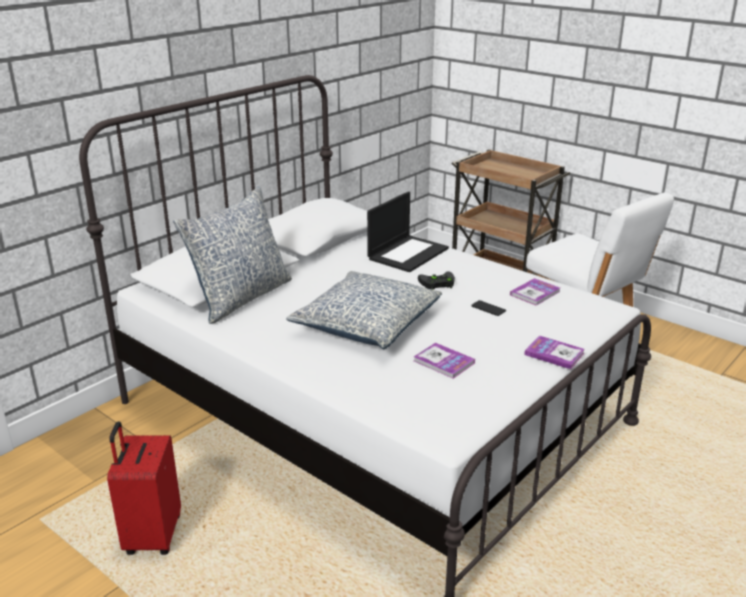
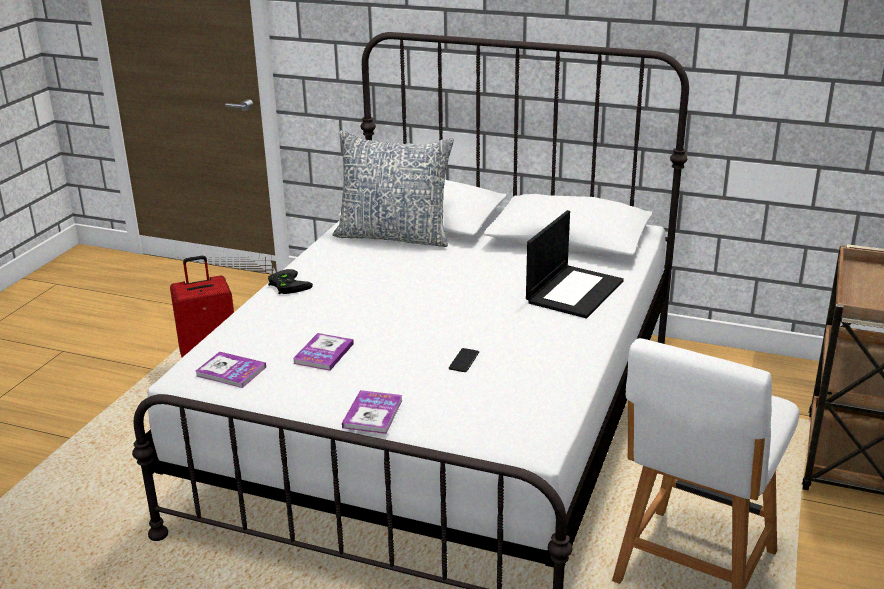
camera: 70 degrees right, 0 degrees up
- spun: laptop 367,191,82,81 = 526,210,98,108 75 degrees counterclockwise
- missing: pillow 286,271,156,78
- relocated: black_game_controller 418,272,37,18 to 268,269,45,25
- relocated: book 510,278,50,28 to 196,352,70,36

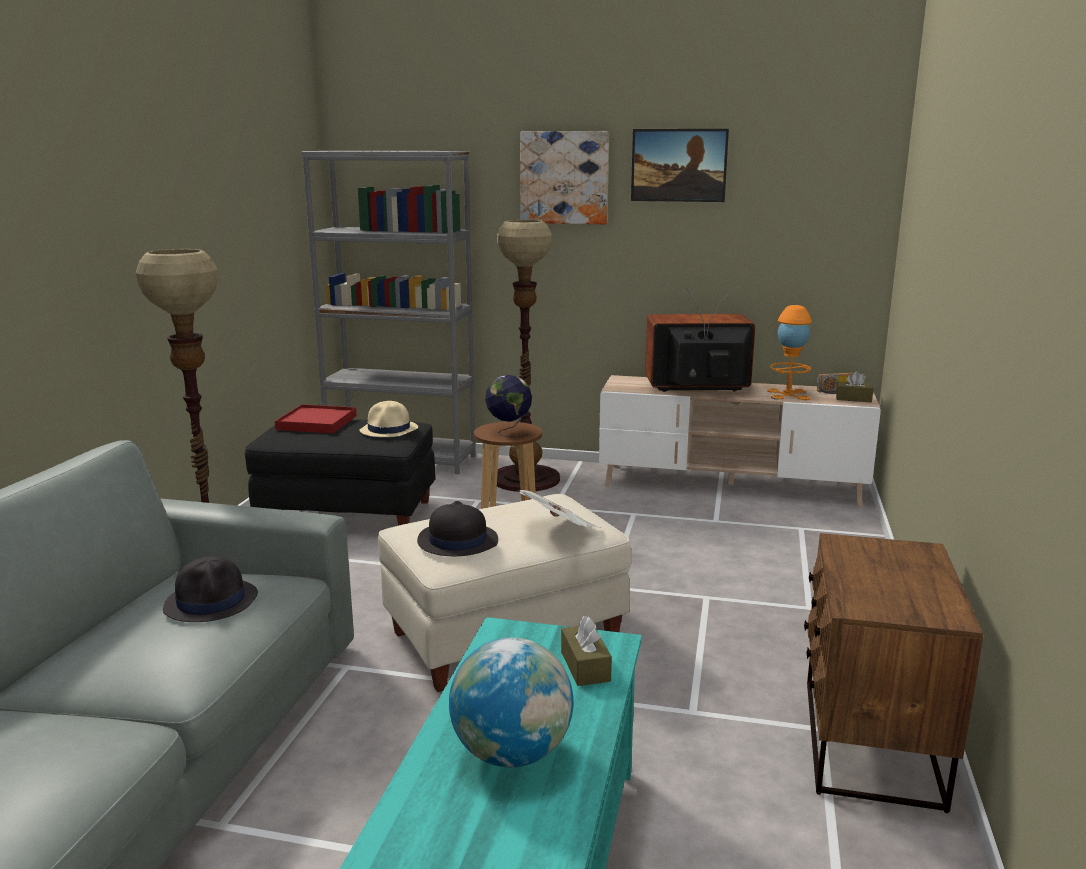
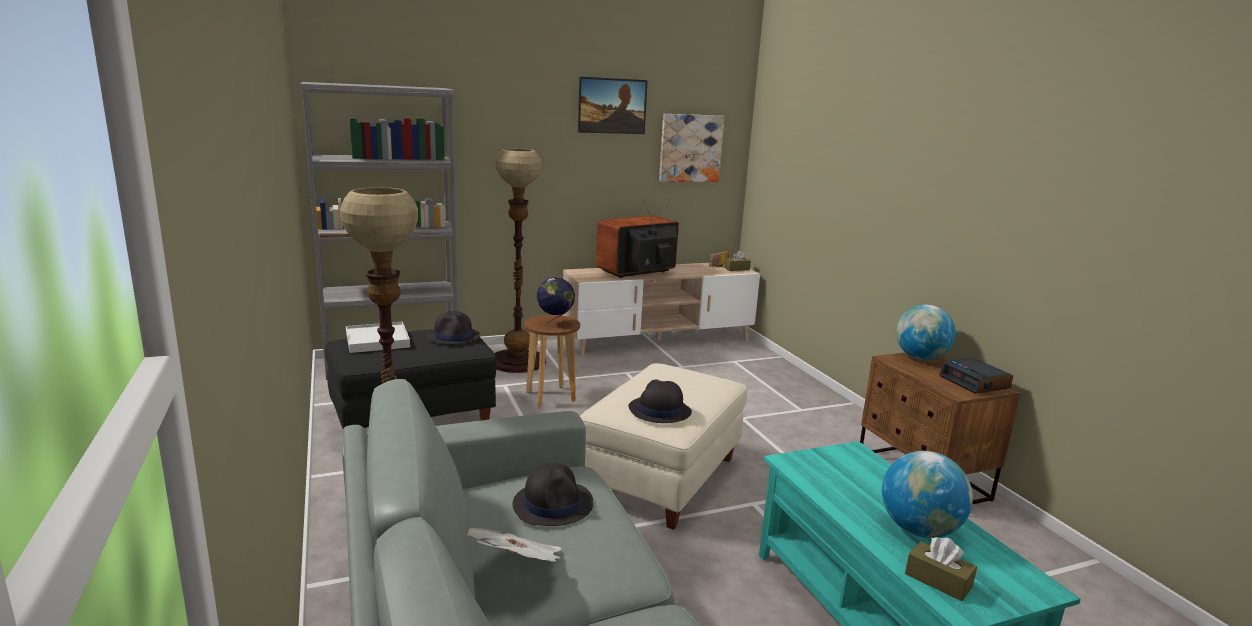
camera: 35 degrees left, 0 degrees up
- relocated: picture 520,131,89,94 to 659,114,65,68
- missing: orange_table_lamp 767,305,45,95
- colour: beige_hat 360,401,58,36 to black_hat 427,311,53,33
- colour: red_tray 275,404,82,29 to white_tray 346,322,64,31
- relocated: newspaper 518,490,84,38 to 467,528,95,34
- relocated: brown_tissue_box 561,616,51,70 to 905,537,72,64
- appeared: globe 896,305,59,55
- appeared: alarm_clock 939,358,74,36

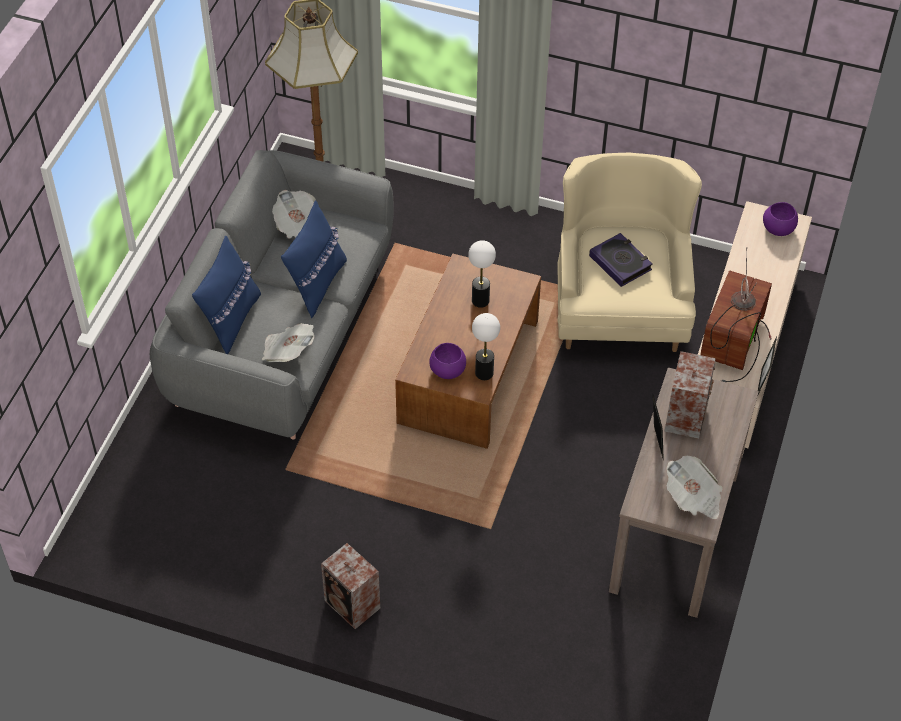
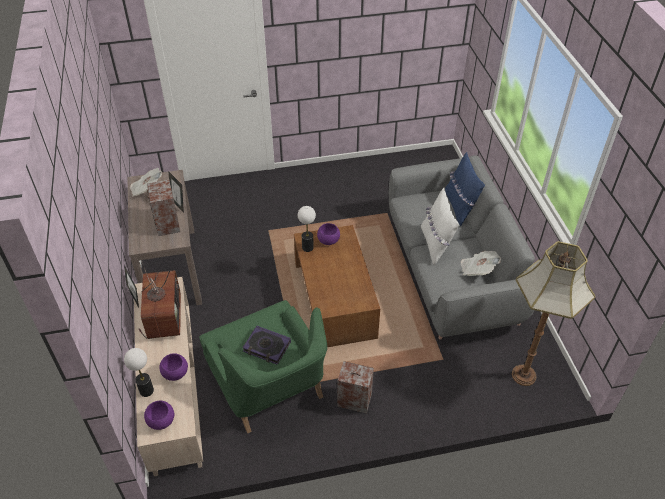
camera: 150 degrees right, 5 degrees down
- colour: beige_armchair 557,153,145,199 to green_armchair 199,300,128,133
- colour: blue_pillow 281,201,66,117 to white_pillow 421,188,38,78
- relocated: table_lamp 468,240,28,68 to 124,348,30,49
- missing: newspaper 262,323,52,39
- relocated: speaker 321,543,59,86 to 337,361,37,52
- appeared: purple_bowl 159,353,29,28

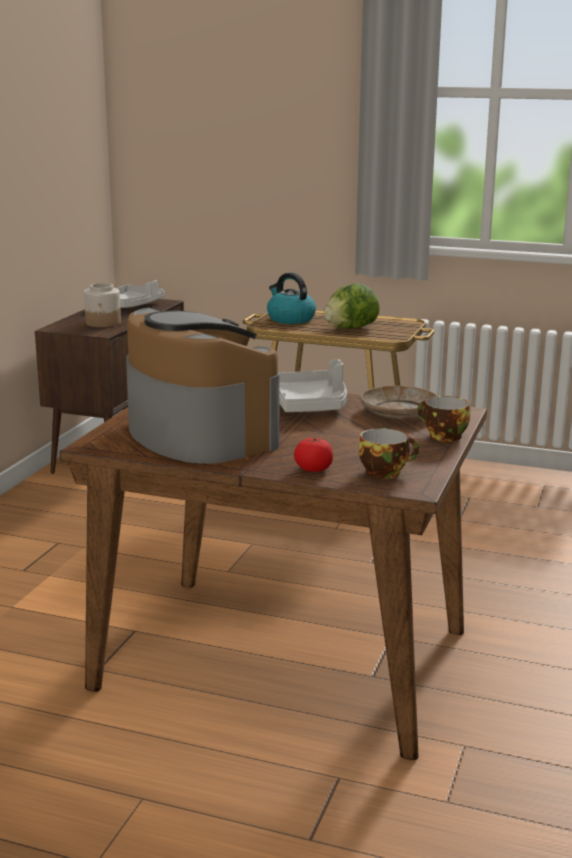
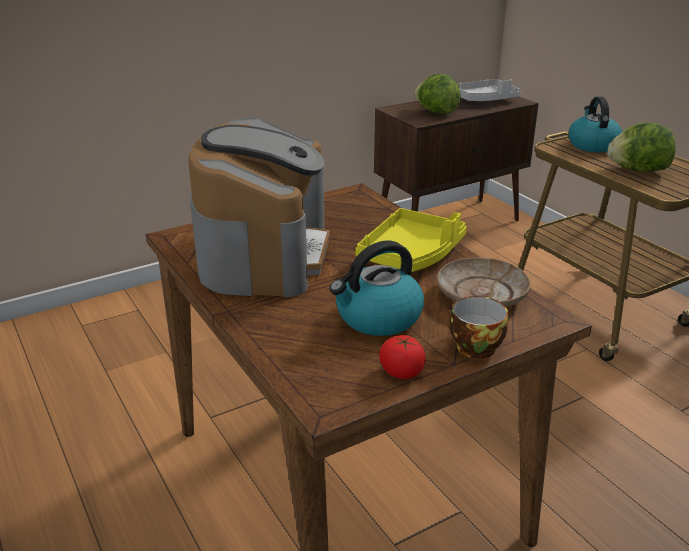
camera: 40 degrees right, 10 degrees up
- exchanged: jar 84,283,37,44 to lettuce 414,74,47,40
- colour: grey_tray 279,359,68,53 to yellow_tray 355,208,112,64
- missing: cup 359,428,60,51
- relocated: tomato 294,438,39,34 to 379,335,47,44
- appeared: kettle 330,241,94,95

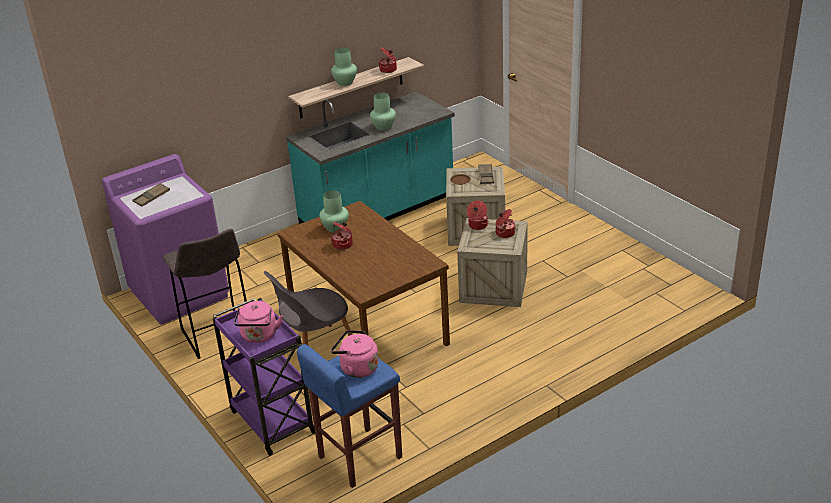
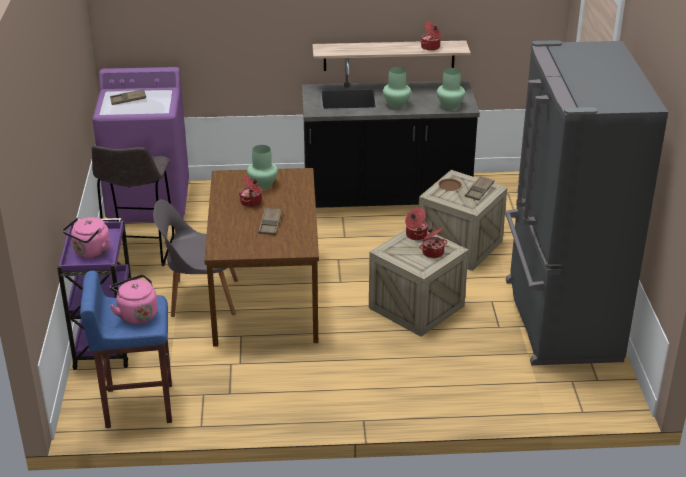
camera: 30 degrees right, 0 degrees up
- relocated: green_vase 331,48,26,38 to 437,68,28,41
- colour: turquoise_counter 286,92,169,132 to black_counter 302,58,178,150
- appeared: grey_fridge 505,40,163,325
- appeared: brown_tray 258,207,24,28

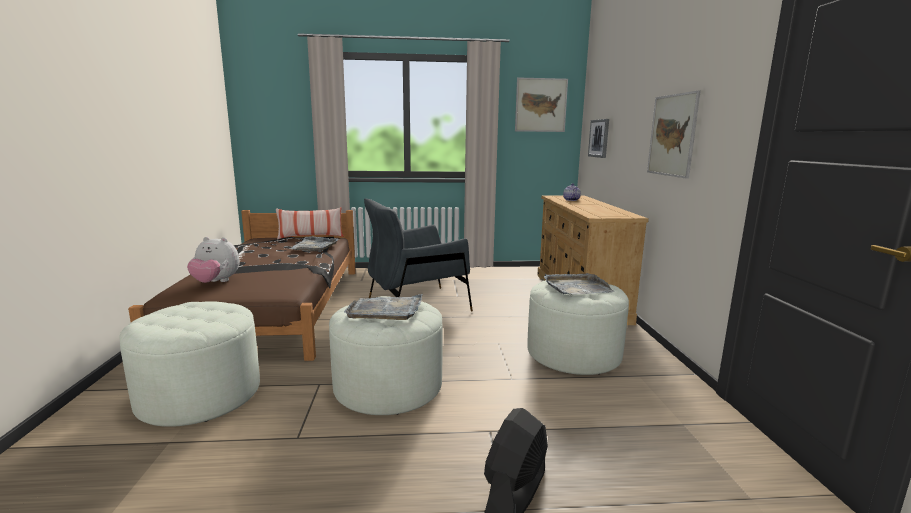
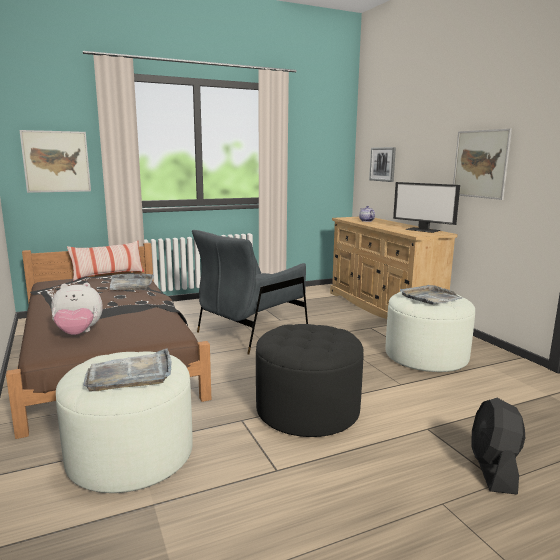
camera: 20 degrees left, 0 degrees up
- relocated: picture 515,77,53,55 to 20,130,71,63
- relocated: grey_tray 344,294,79,26 to 84,349,88,42
- colour: white_ottoman 329,296,114,119 to black_ottoman 256,324,108,113
- appeared: monitor 393,182,67,51

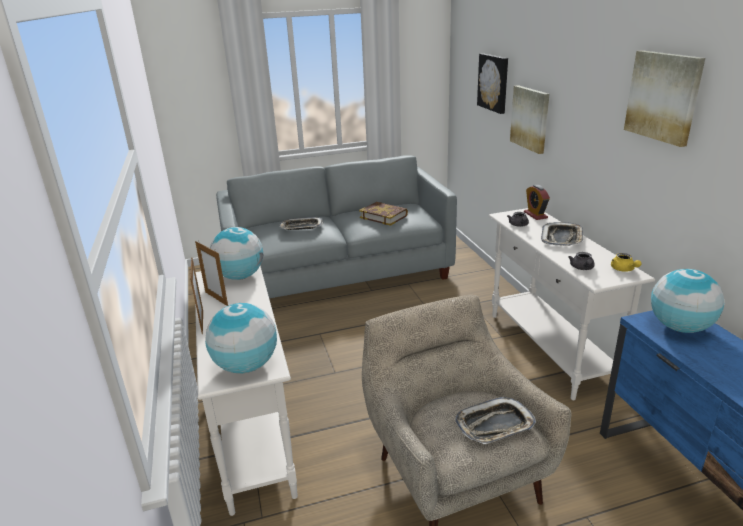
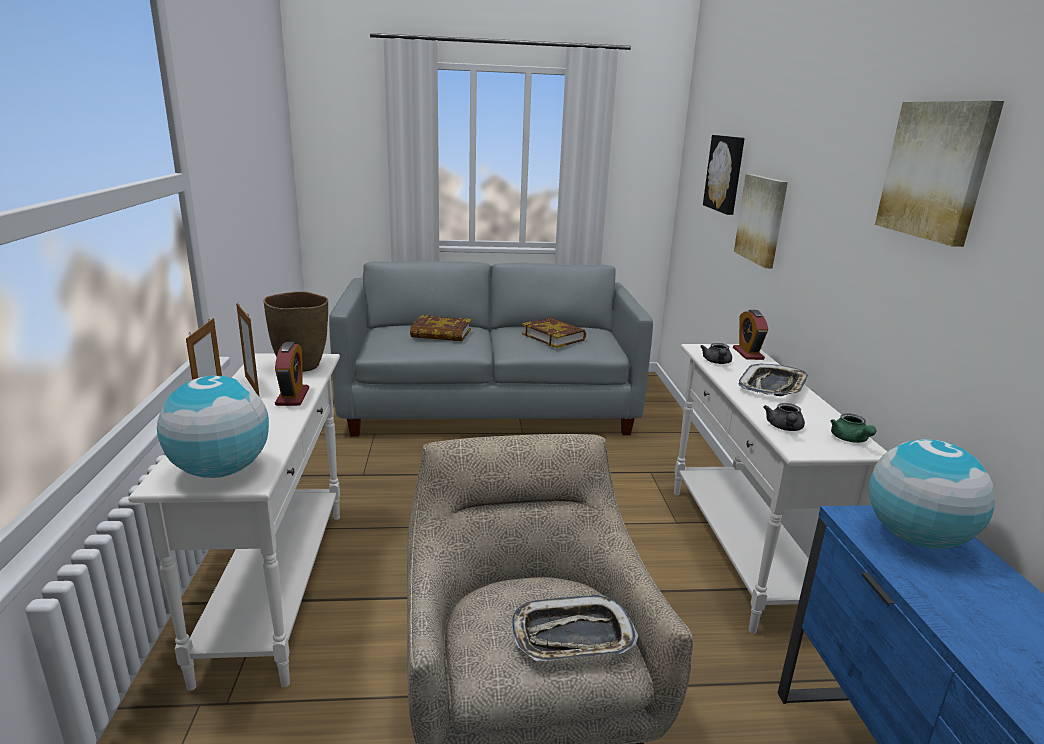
camera: 10 degrees right, 5 degrees down
- exchanged: tray 280,217,43,13 to book 410,315,61,26
- exchanged: globe 210,227,53,53 to brown_vase 263,291,65,81
- colour: yellow_teapot 611,253,31,19 to green_teapot 830,413,47,30
- appeared: alarm_clock 275,342,34,64

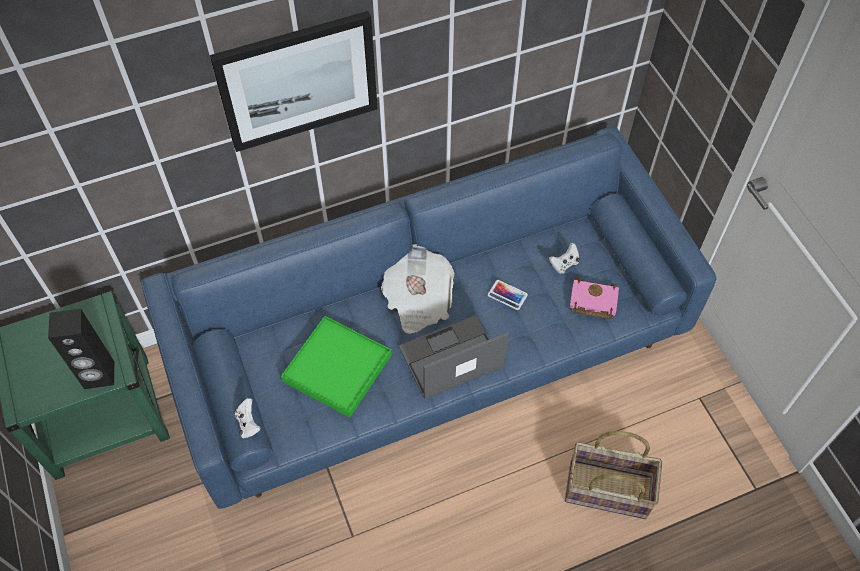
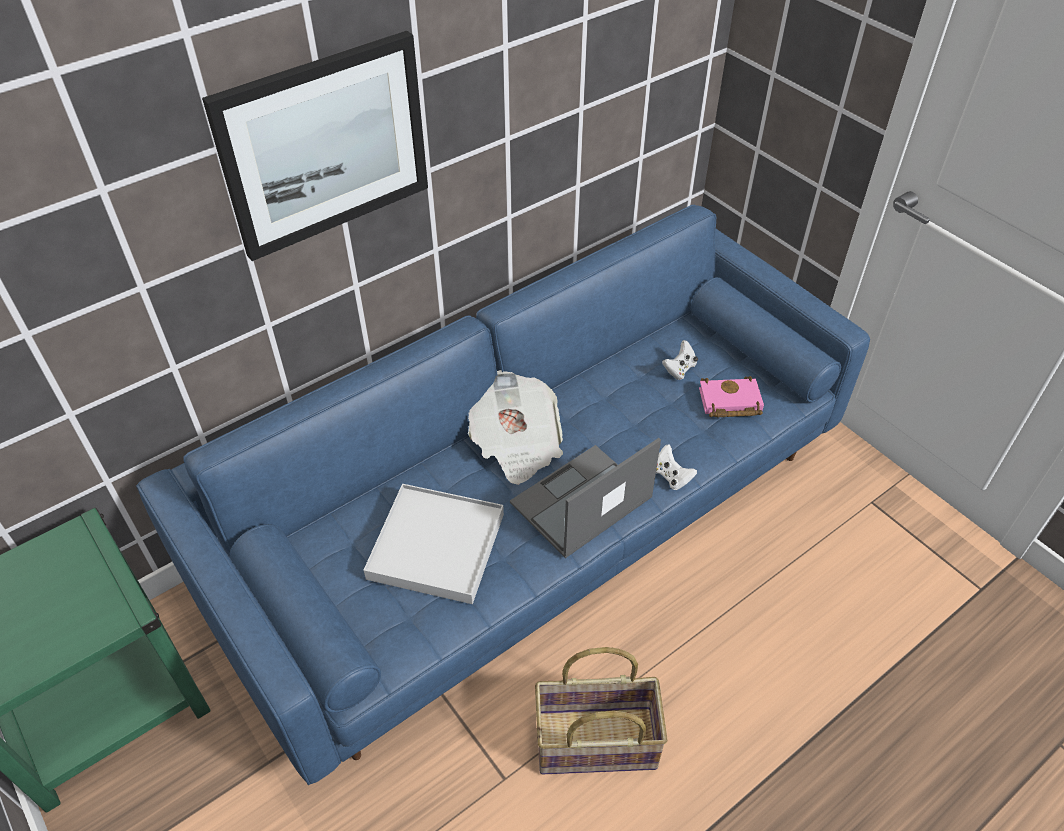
camera: 15 degrees left, 10 degrees down
- missing: phone 488,280,40,30
- missing: black_speaker 48,309,66,80
- colour: green_tray 281,316,111,102 to white_tray 364,484,140,120
- relocated: white_game_controller 235,398,26,41 to 656,444,41,46
- relocated: basket 565,431,97,88 to 535,647,133,127

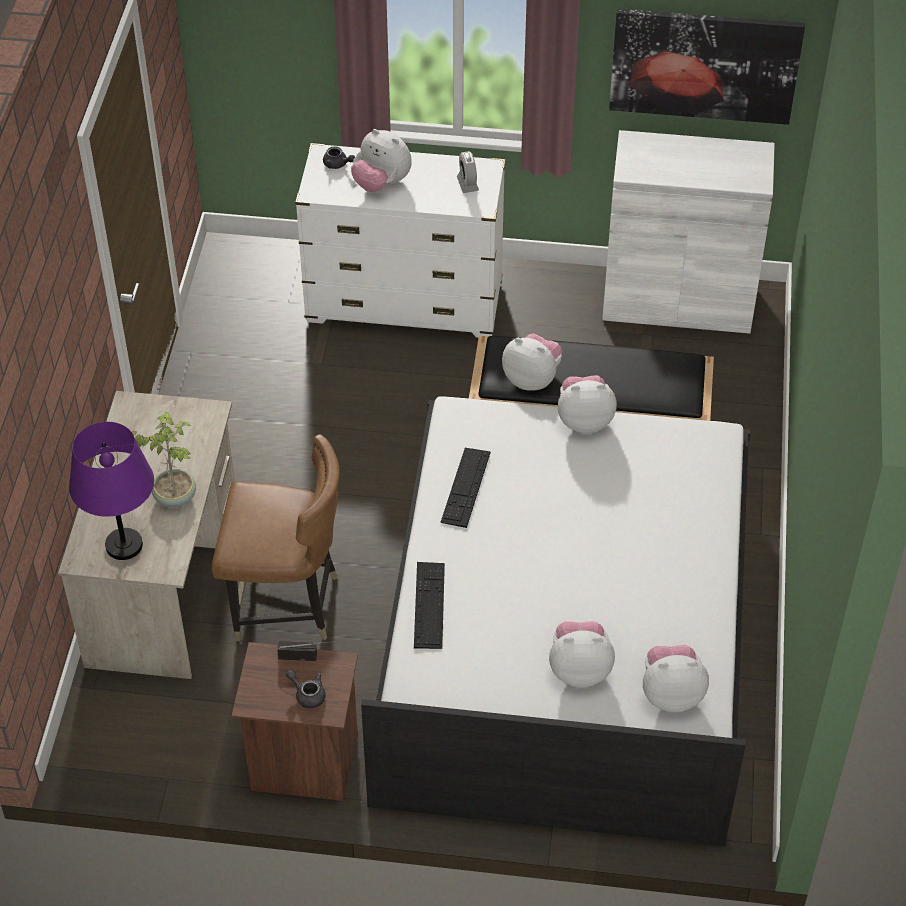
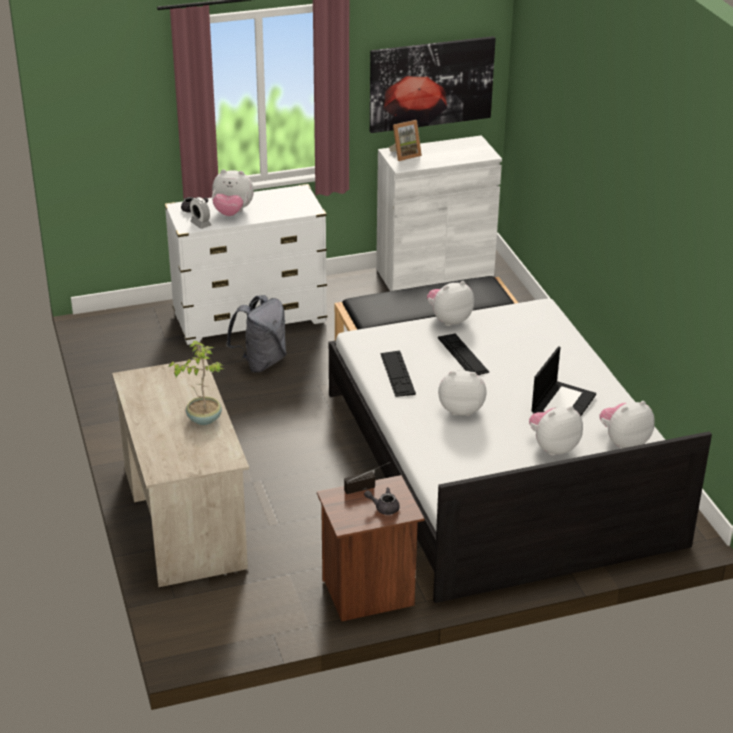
camera: 25 degrees left, 15 degrees down
- relocated: alarm_clock 457,151,22,42 to 190,197,21,32
- relocated: plush_toy 502,333,61,58 to 438,370,49,46
- missing: purple_table_lamp 69,422,85,138
- missing: brown_chair 212,434,128,207
- relocated: keyboard 414,562,31,87 to 438,334,51,41
- appeared: picture_frame 389,120,33,41
- appeared: grey_backpack 226,295,60,78
- appeared: laptop 531,346,65,70

